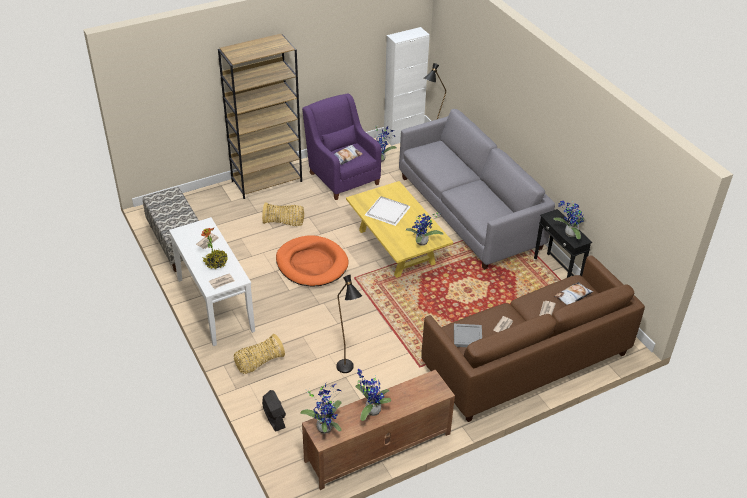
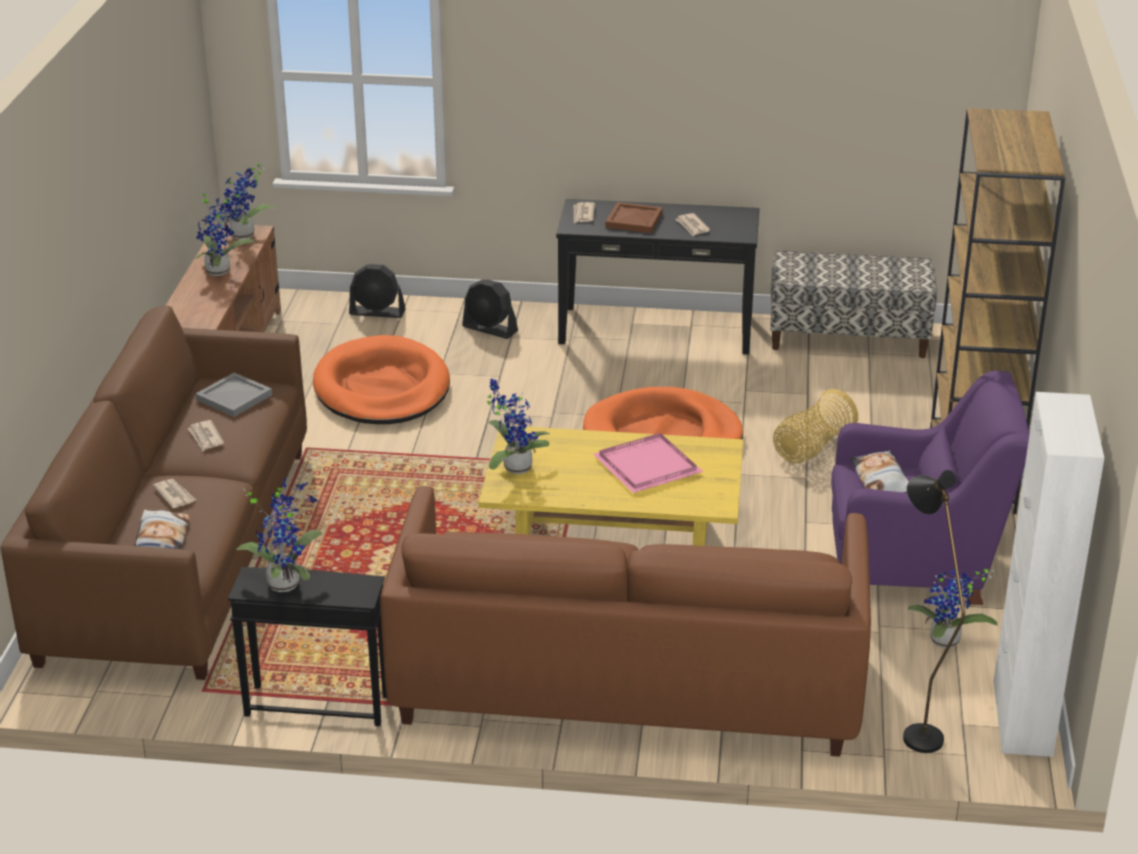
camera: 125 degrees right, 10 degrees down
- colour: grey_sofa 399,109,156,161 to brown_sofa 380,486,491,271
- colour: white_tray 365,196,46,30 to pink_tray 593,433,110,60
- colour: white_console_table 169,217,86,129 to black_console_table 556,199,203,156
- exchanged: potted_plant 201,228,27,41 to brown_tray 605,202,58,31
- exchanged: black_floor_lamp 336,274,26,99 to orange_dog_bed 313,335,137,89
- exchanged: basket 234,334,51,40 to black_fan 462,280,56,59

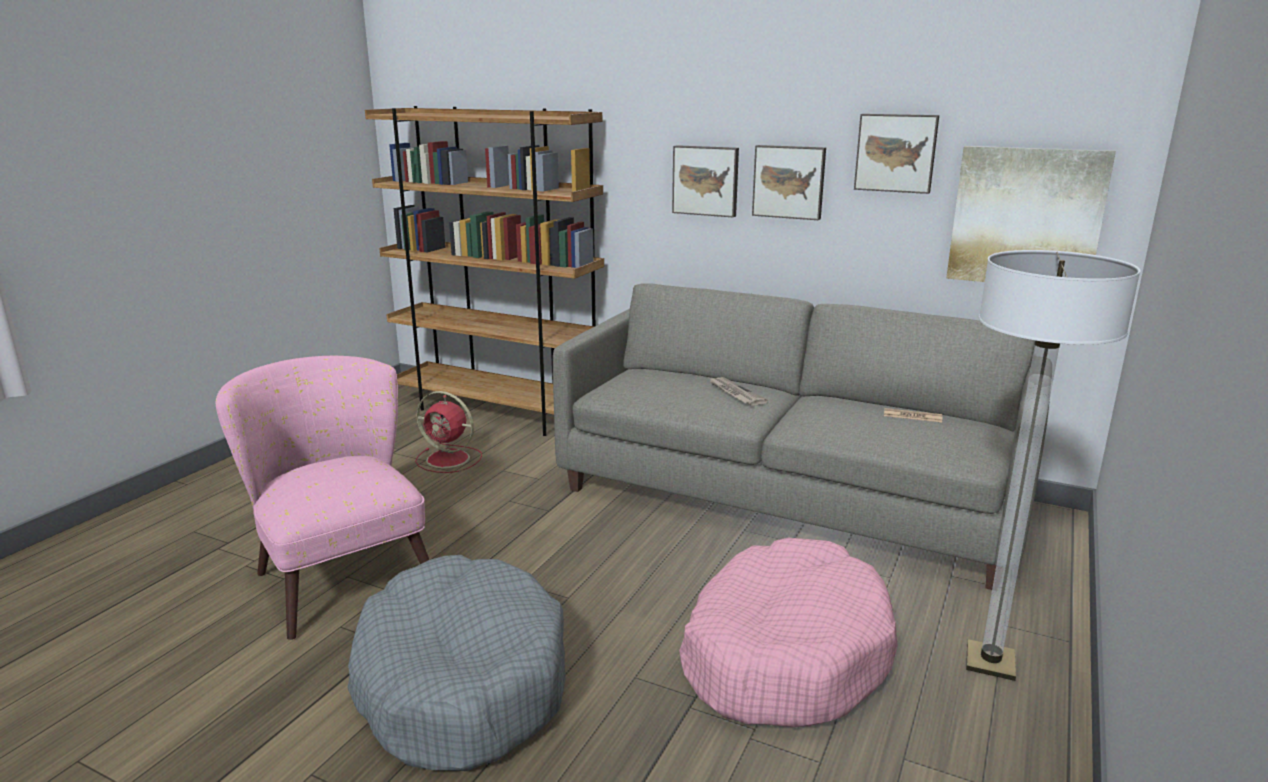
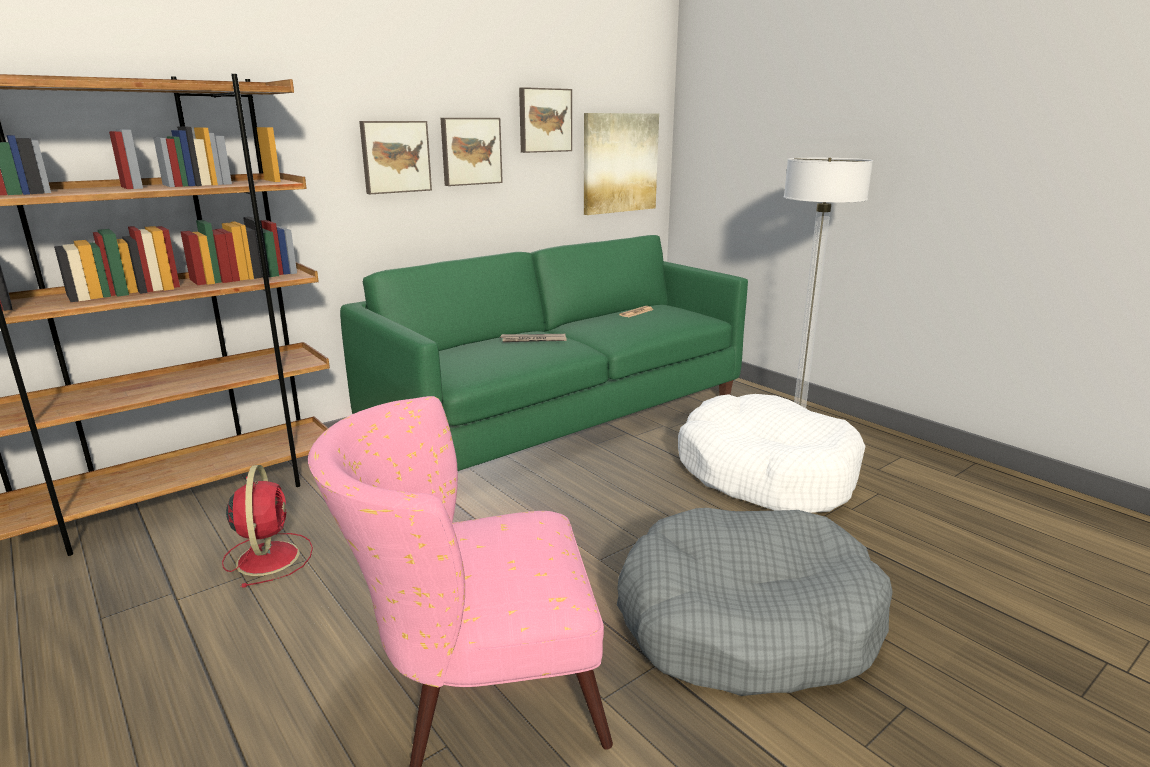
camera: 65 degrees left, 0 degrees up
- colour: grey_sofa 553,283,497,307 to green_sofa 340,235,408,236
- spun: red_fan 415,391,67,82 = 222,465,91,123 60 degrees counterclockwise
- colour: pink_dog_bed 679,538,219,189 to white_dog_bed 678,394,187,119

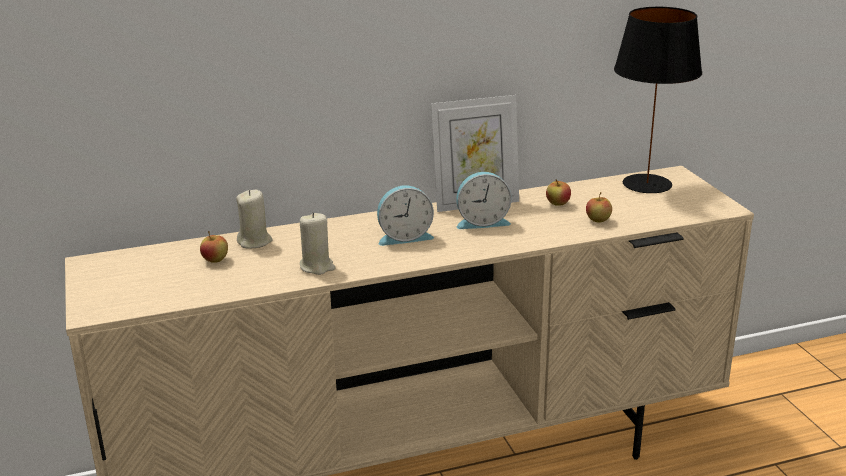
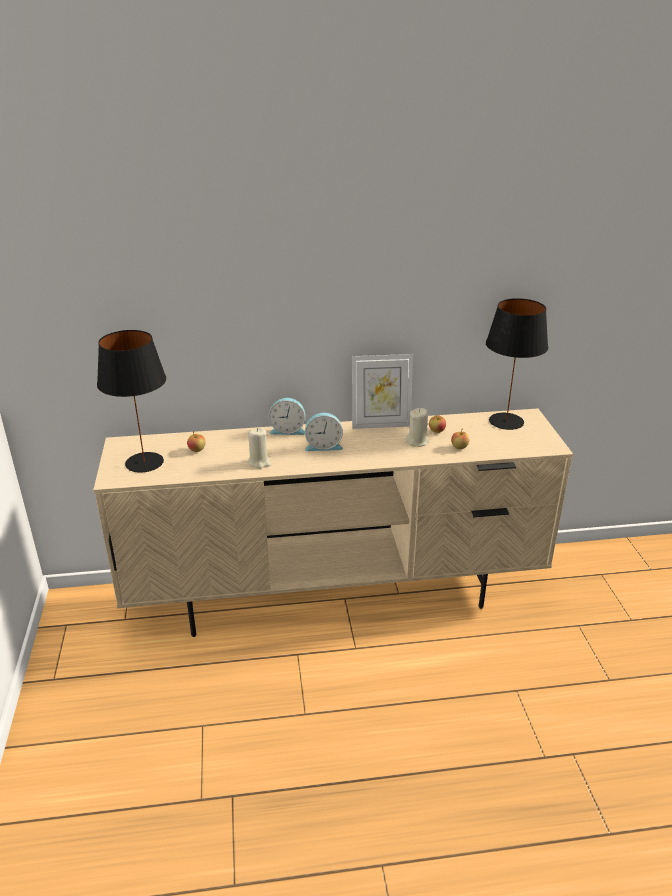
camera: 10 degrees right, 5 degrees up
- relocated: alarm_clock 456,172,55,57 to 269,398,36,37
- relocated: beige_candle 236,190,37,59 to 406,408,23,39
- appeared: black_table_lamp 97,330,69,143

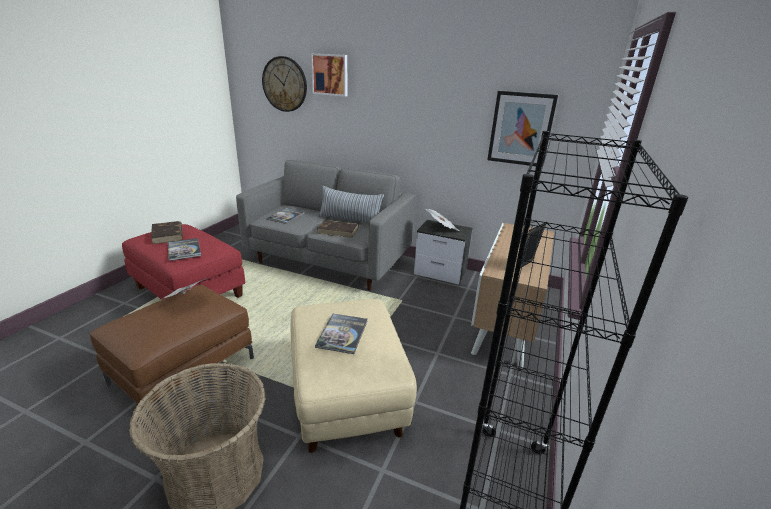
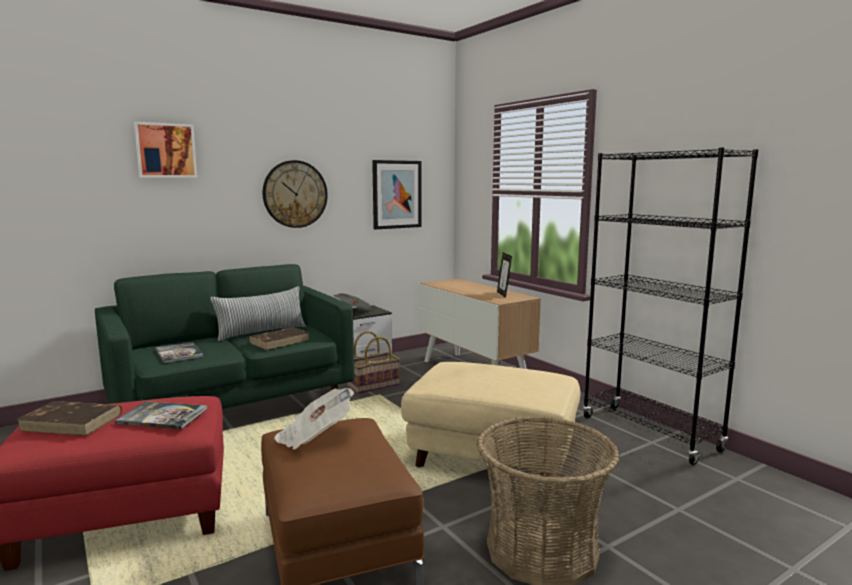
camera: 55 degrees left, 15 degrees down
- relocated: wall_clock 262,56,45,56 to 262,160,66,68
- colour: grey_sofa 236,160,179,131 to green_sofa 95,264,260,145
- missing: book 315,314,53,40
- appeared: basket 347,331,53,63

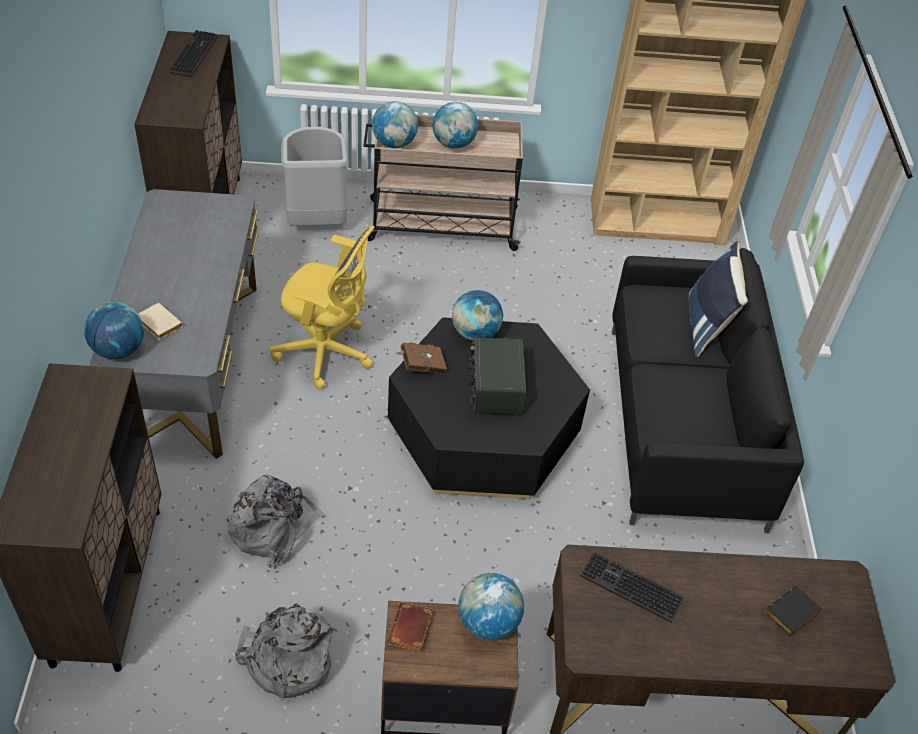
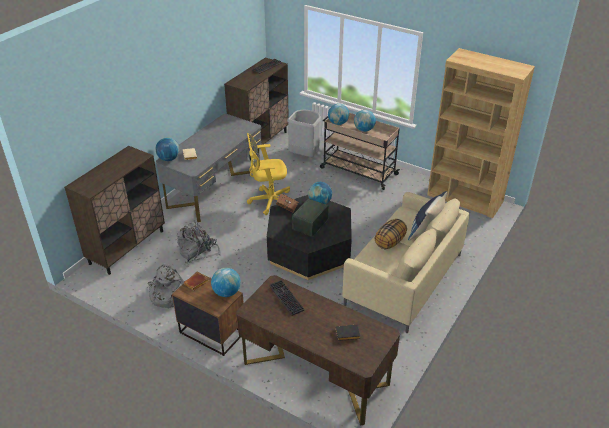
camera: 35 degrees right, 10 degrees down
- spun: yellow_office_chair 270,226,105,164 = 247,133,43,82 120 degrees clockwise
- colour: black_sofa 612,248,192,285 to beige_sofa 342,192,128,142
- appeared: pillow 375,219,32,30

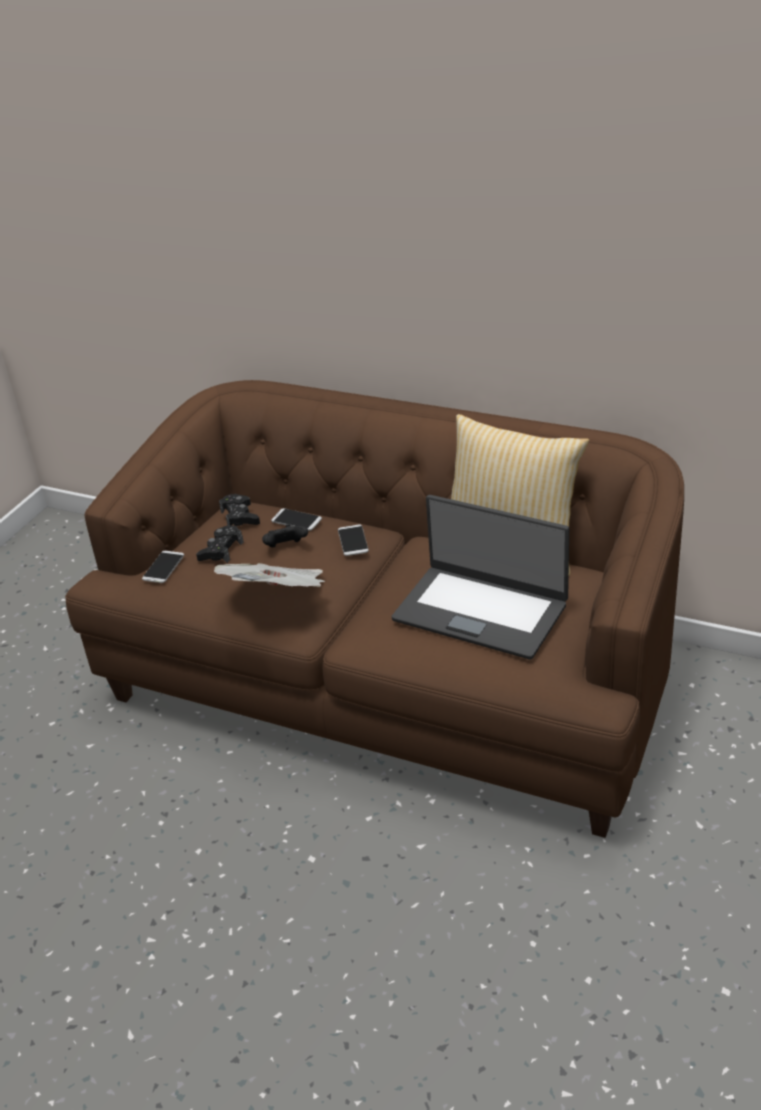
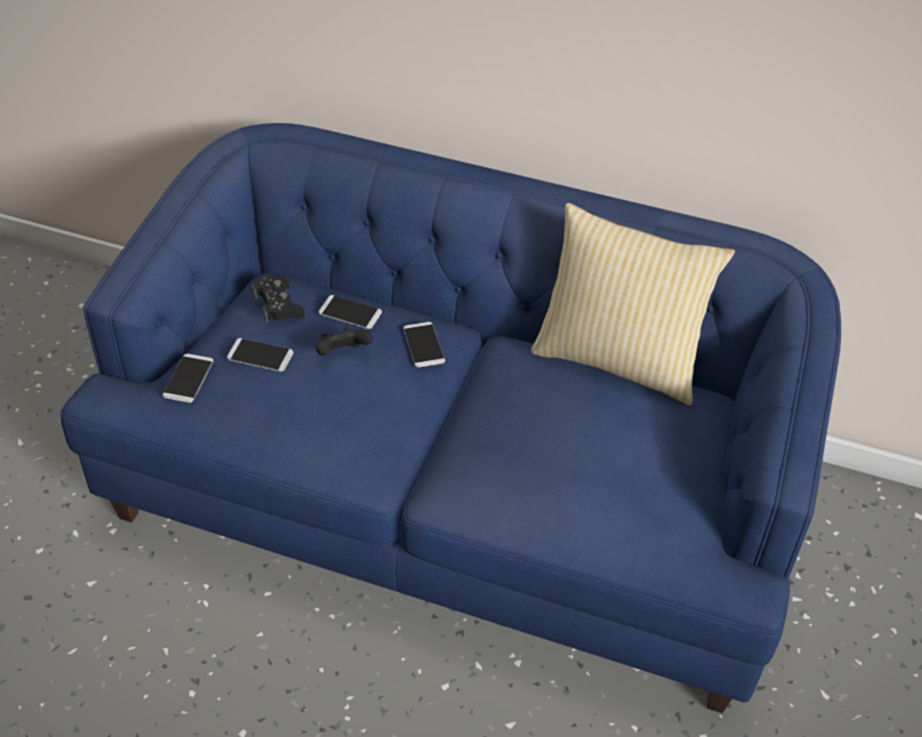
camera: 10 degrees left, 10 degrees up
- colour: brown_sofa 65,380,619,458 to blue_sofa 60,123,781,590
- missing: laptop 392,495,177,165
- exchanged: black_game_controller 196,525,48,38 to phone 227,338,66,34
- missing: newspaper 214,563,110,24

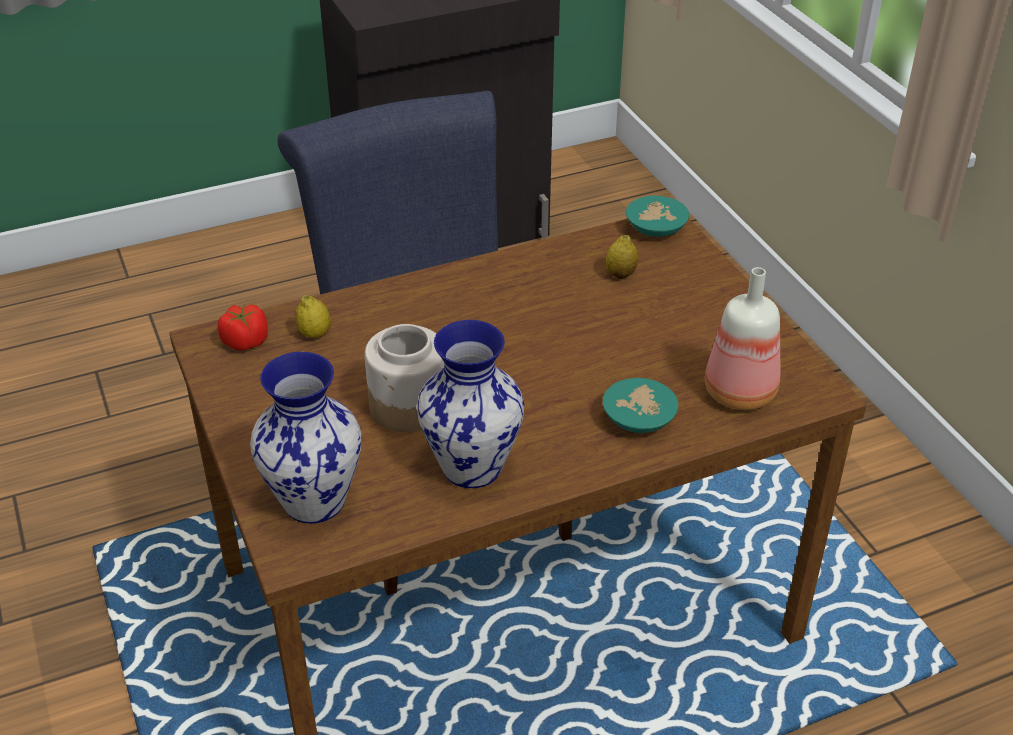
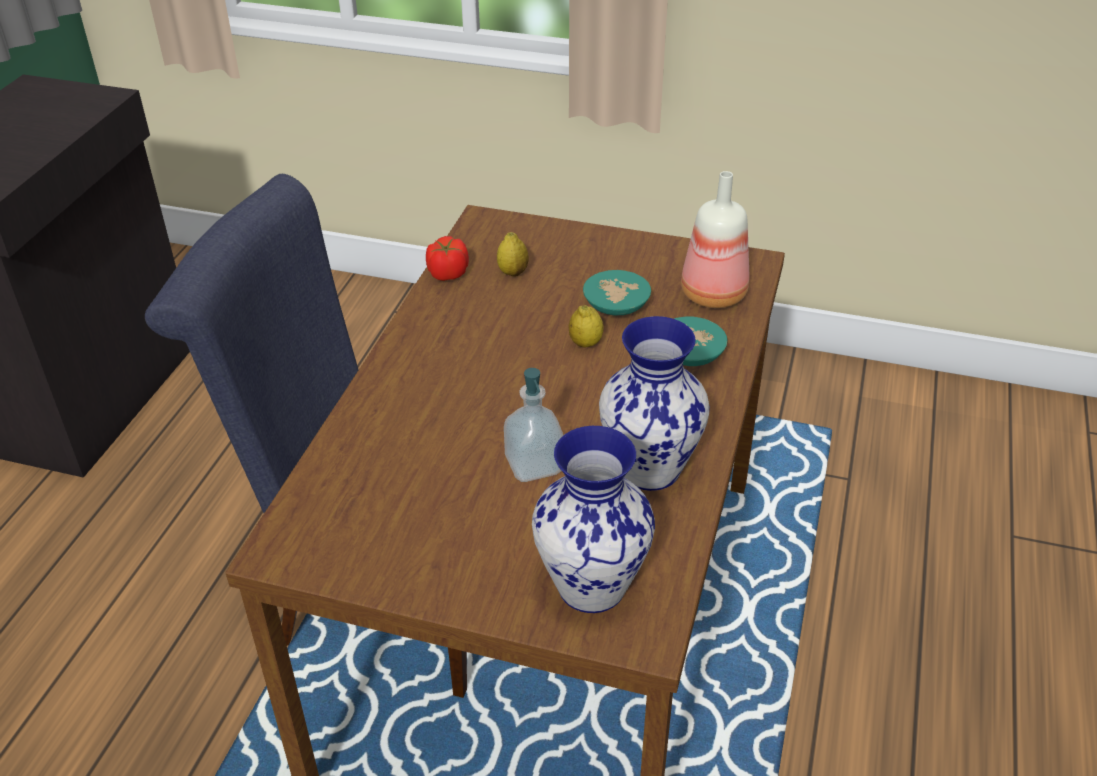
camera: 50 degrees left, 0 degrees up
- relocated: turquoise_bowl 626,196,63,41 to 583,270,68,45
- relocated: lemon 295,295,36,43 to 569,305,35,43
- relocated: tomato 218,304,50,46 to 426,236,43,45
- exchanged: jar 365,324,80,108 to soap_dispenser 504,368,59,114

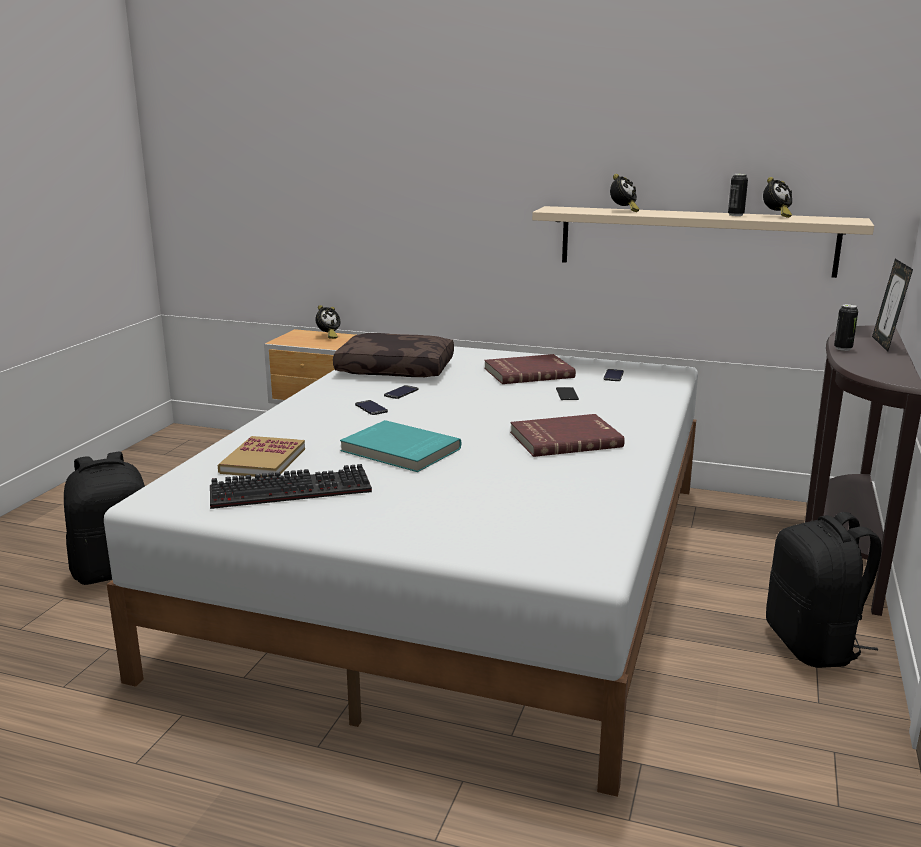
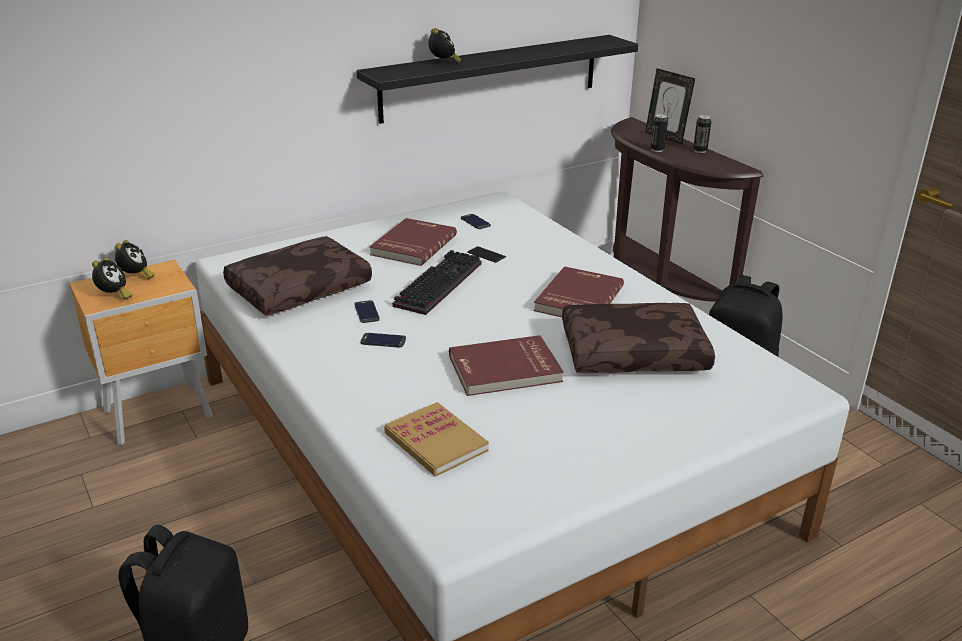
camera: 50 degrees left, 10 degrees up
- relocated: can 728,174,20,42 to 693,115,18,38
- relocated: alarm_clock 763,177,29,41 to 92,257,40,43
- colour: beige_shelf 532,206,342,72 to black_shelf 357,35,281,89
- colour: turquoise_book 340,420,121,52 to red_book 449,335,115,61
- relocated: keyboard 210,464,162,45 to 392,250,90,65
- appeared: brown_pillow 562,303,153,70

